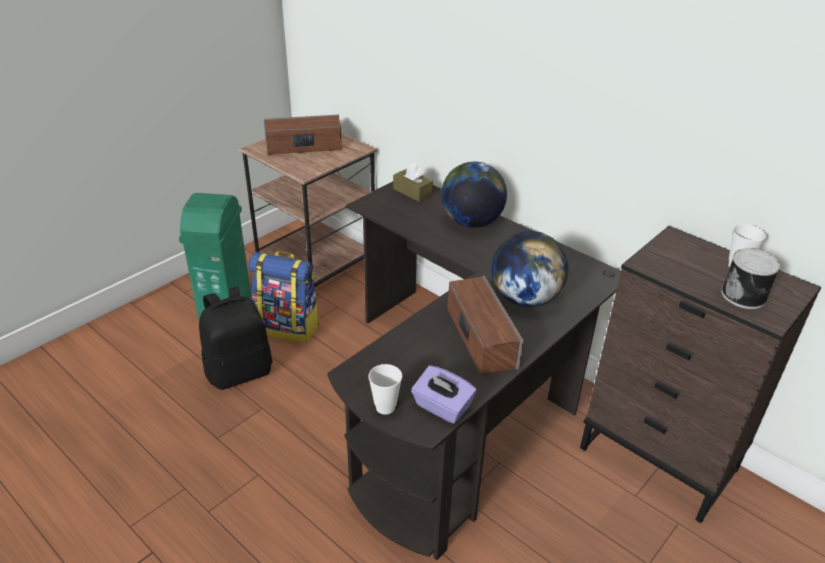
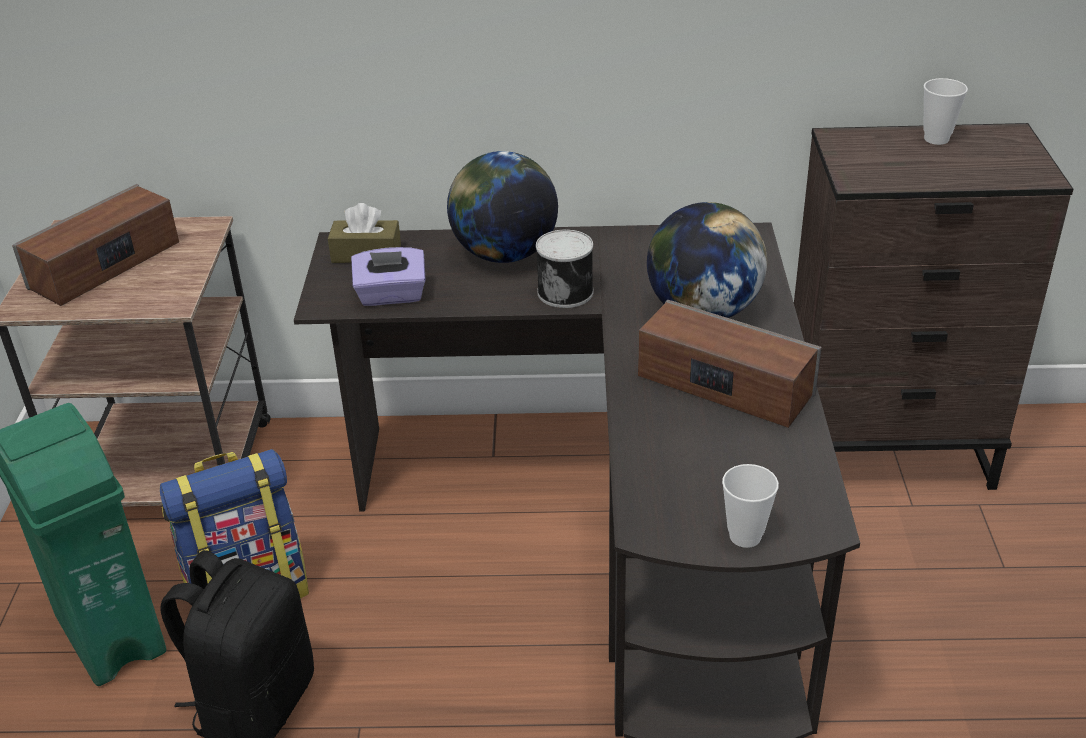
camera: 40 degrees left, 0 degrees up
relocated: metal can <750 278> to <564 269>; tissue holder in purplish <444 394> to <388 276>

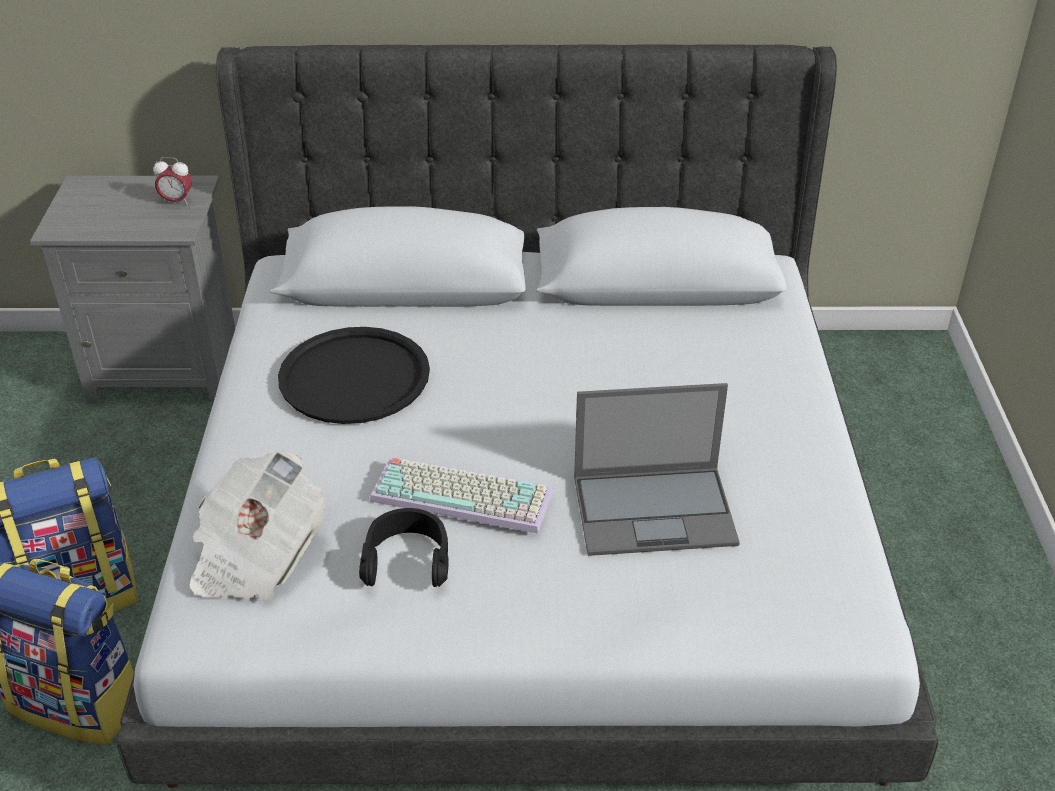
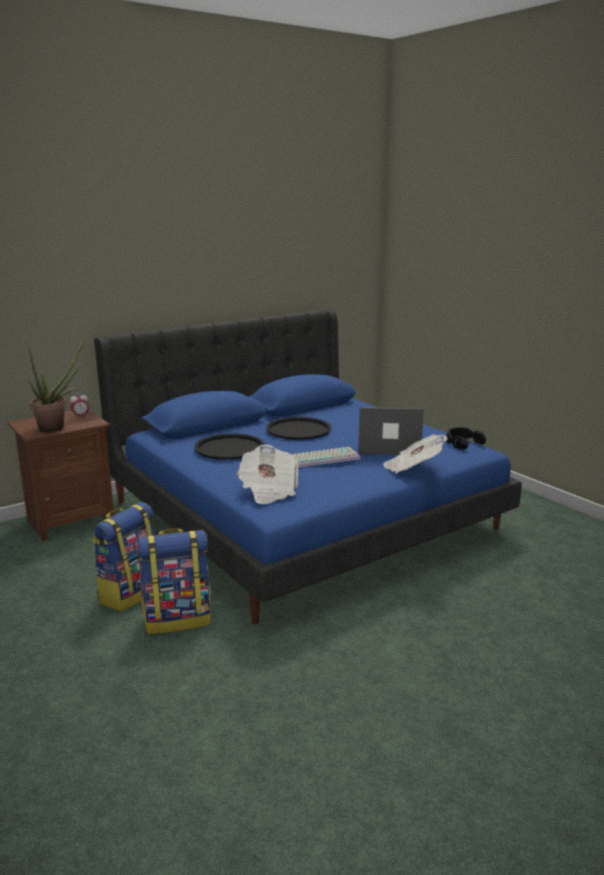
camera: 35 degrees left, 20 degrees down
appeared: potted plant <56 385>; tray in black-coloured <298 428>; printed paper <415 454>
relocated: headset in black-coloured <403 547> to <466 438>
colour: bedroom bed in gray <527 416> to bedroom bed in blue <308 467>; nightstand in gray <132 290> to nightstand in brown <60 475>
spun: laptop <657 469> = <391 431> 135 degrees counterclockwise

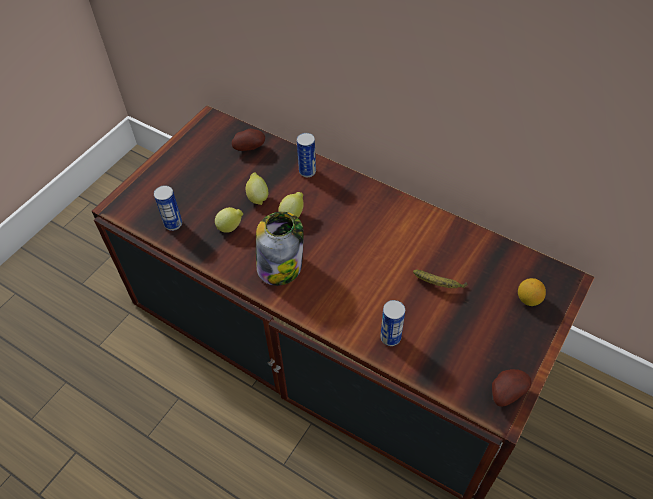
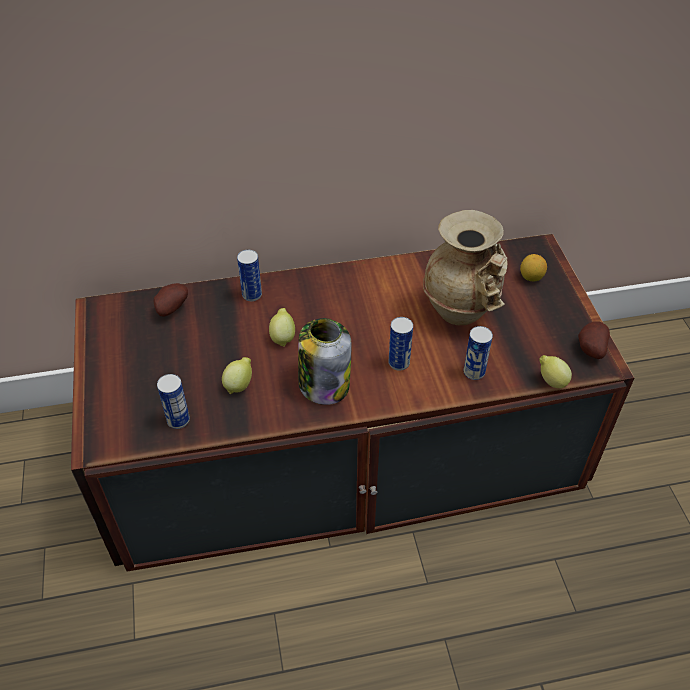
camera: 45 degrees left, 5 degrees down
appeared: metal can <400 344>
relocated: citrus fruit <257 189> to <555 371>
exchanged: banana fruit <440 279> to flower vase in beige-coloured <465 267>

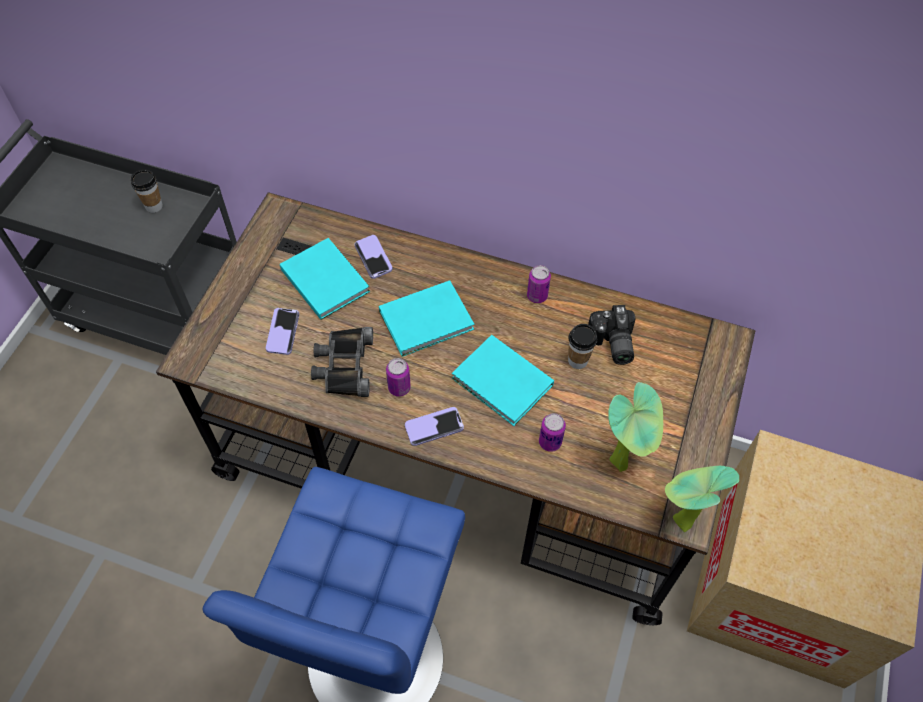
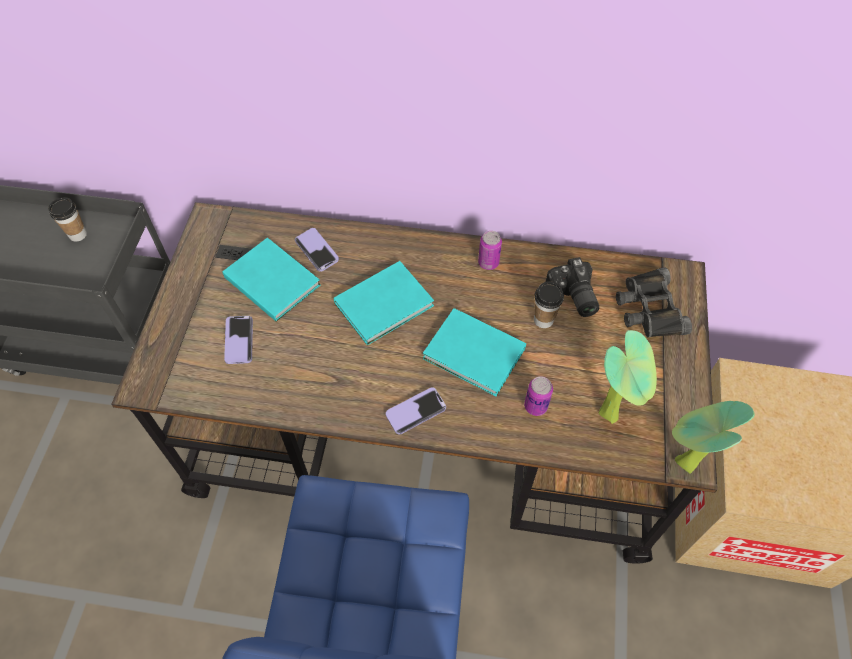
camera: 10 degrees left, 0 degrees up
missing: metal can <398 377>
relocated: field glasses in black-coloured <342 362> to <654 302>

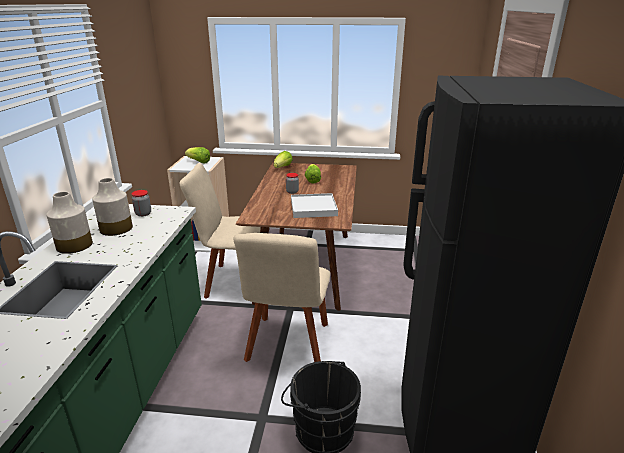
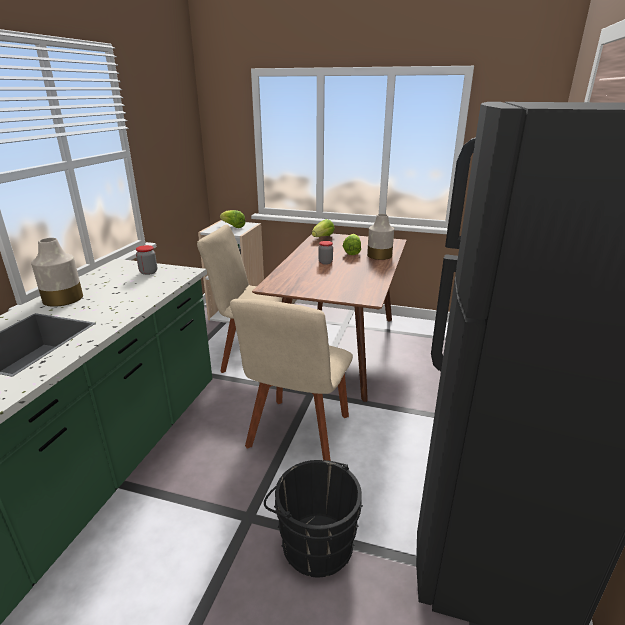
camera: 10 degrees right, 0 degrees up
missing: tray in white-coloured <314 205>
relocated: flower vase in beige-coloured <112 207> to <380 237>

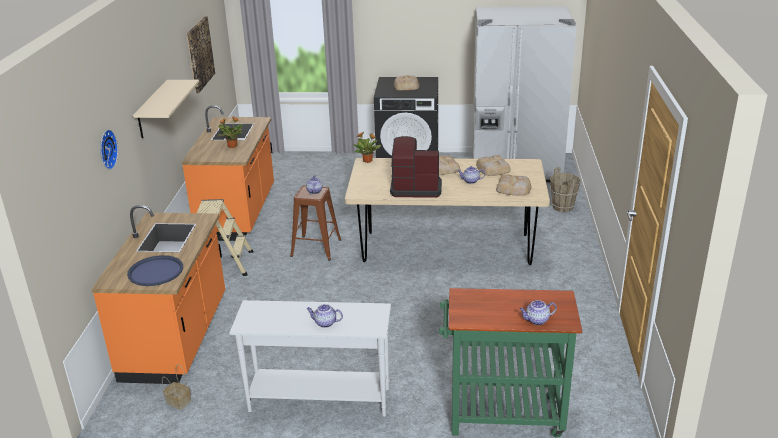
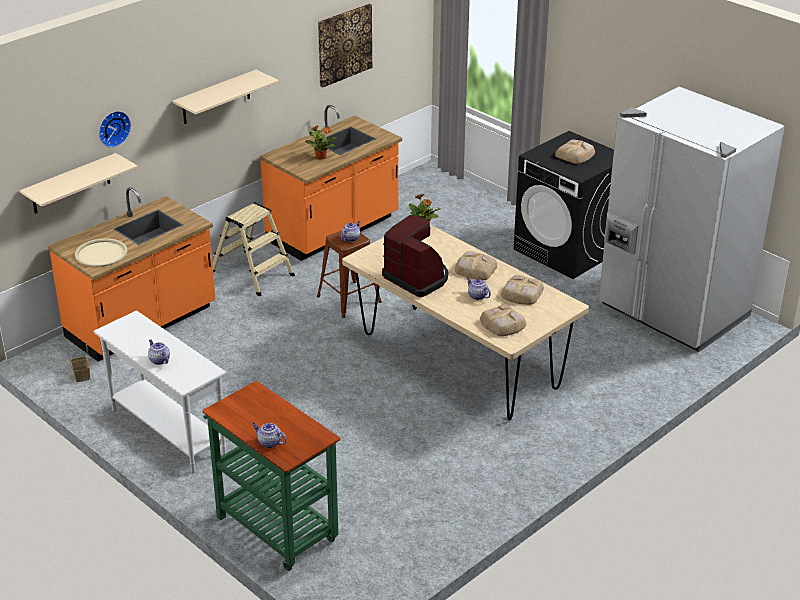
camera: 40 degrees right, 5 degrees up
missing: bucket in brown <565 189>
appeared: shelf in beige-coloured <79 183>
colour: tray in blue <155 270> to tray in beige-coloured <101 252>

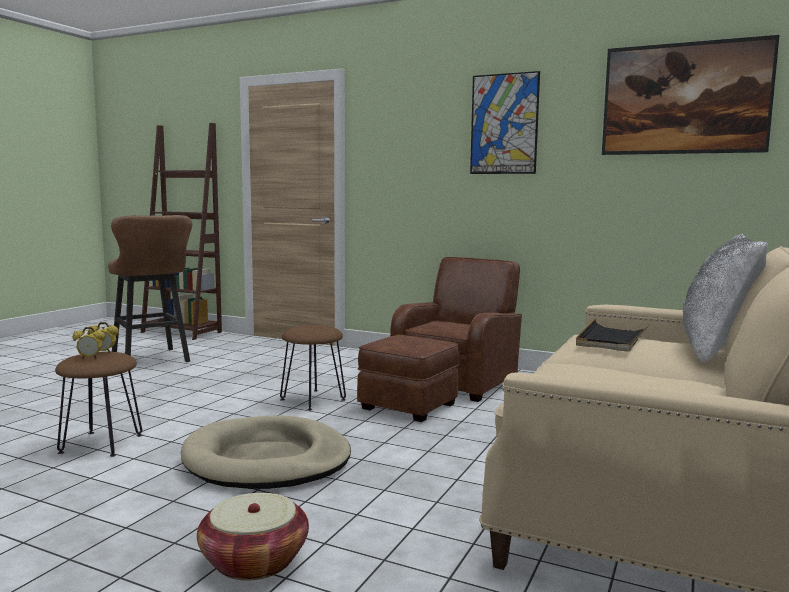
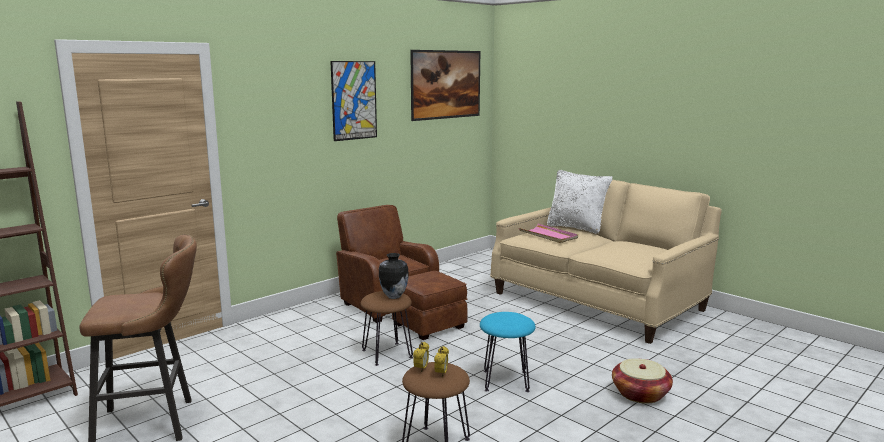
camera: 70 degrees left, 5 degrees up
appeared: flower vase <394 276>
exchanged: dog cushion in beige-coloured <266 452> to stool in turquoise-coloured <508 352>
colour: tray in black-coloured <613 335> to tray in pinkish <548 233>

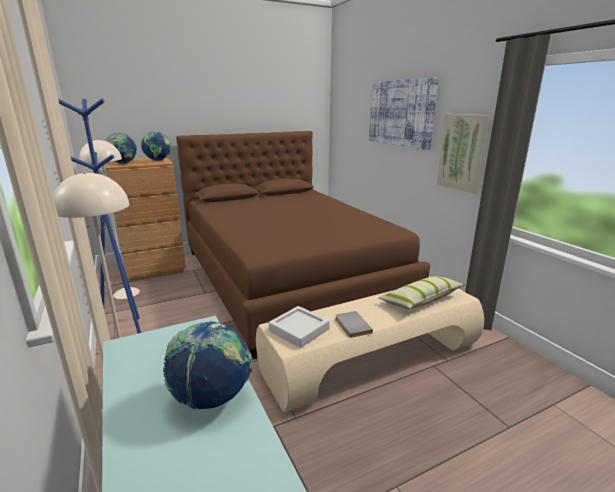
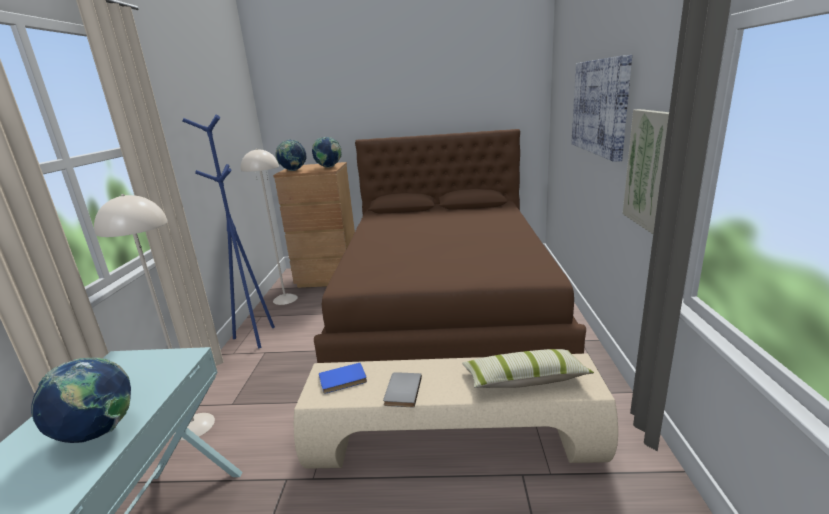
camera: 30 degrees right, 0 degrees up
exchanged: tray in gray <299 327> to volume in blue <343 378>

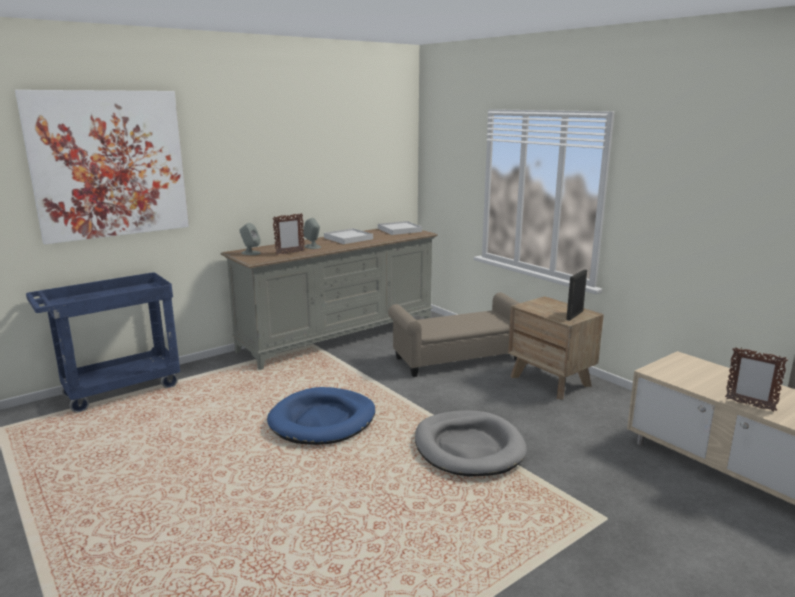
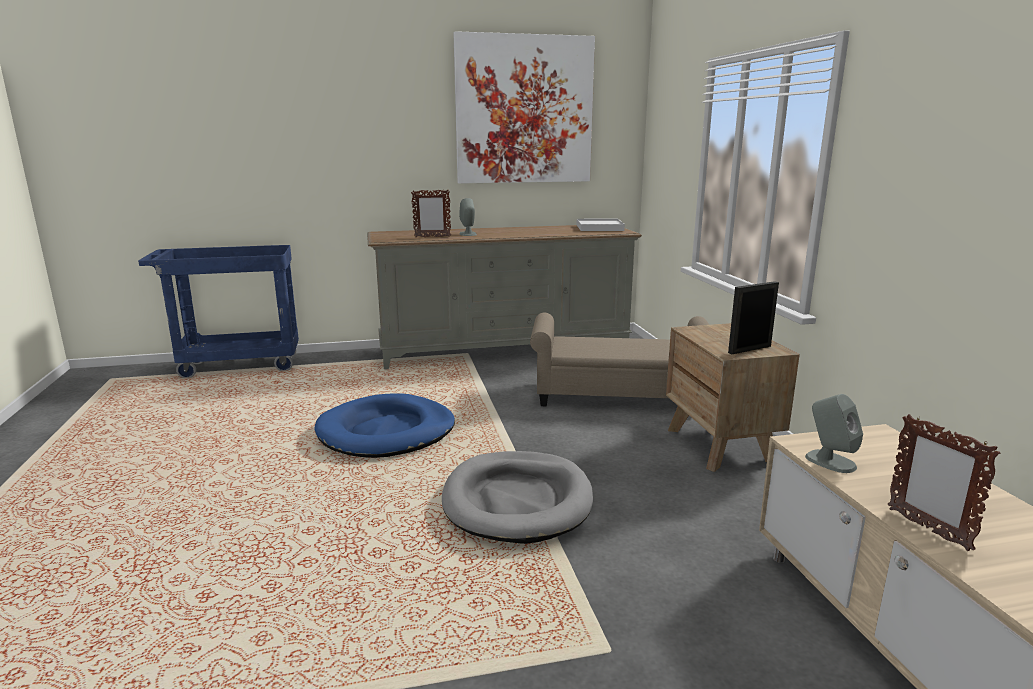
camera: 25 degrees right, 0 degrees up
missing: tray in white-coloured <348 236>
relocated: picture <102 167> to <524 107>; speaker in gray <250 239> to <834 433>

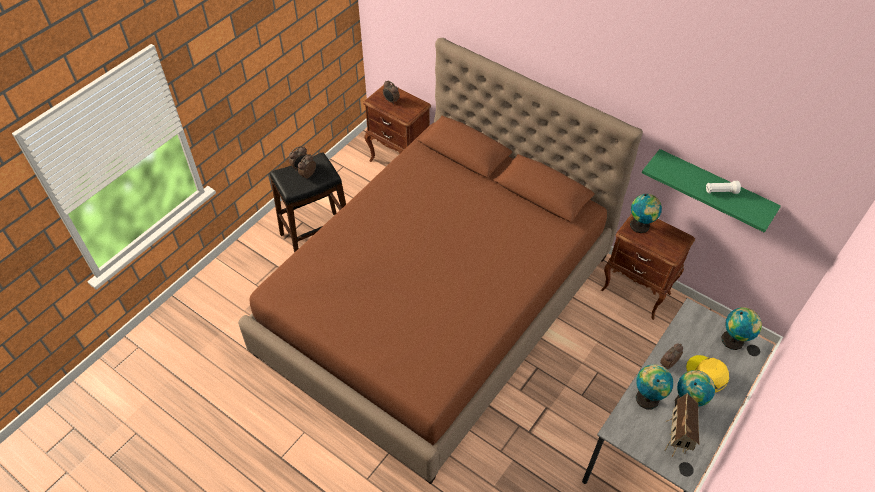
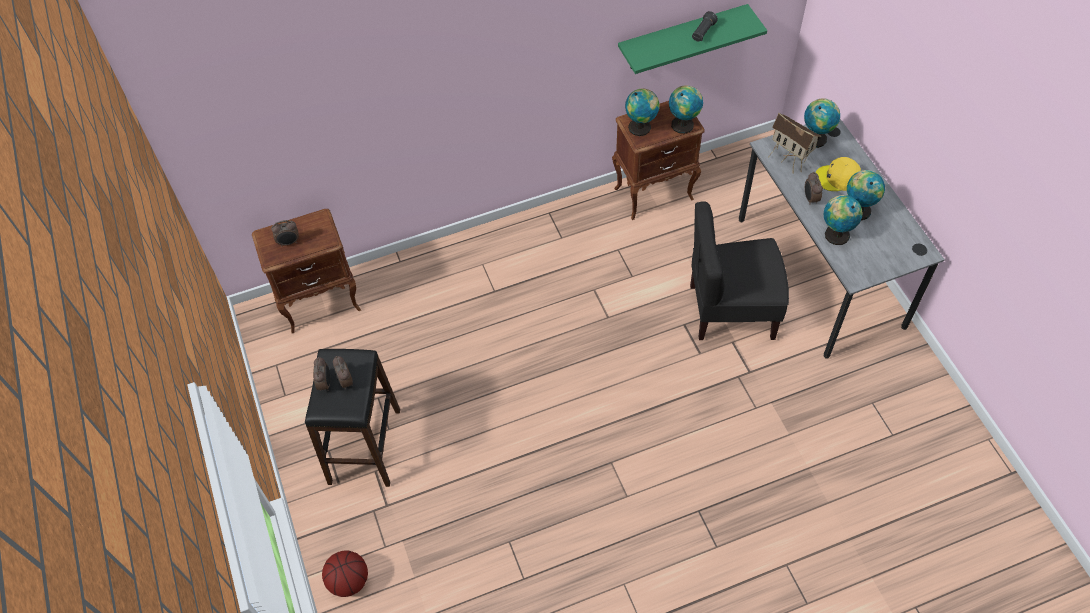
camera: 55 degrees left, 5 degrees up
missing: bedroom bed in brown <440 261>
appeared: world globe <686 109>; plain chair in black-coloured <739 270>; basketball ball <345 573>
relocated: miniature house <682 424> to <795 143>
colour: torch in white-coloured <723 187> to torch in black-coloured <705 26>

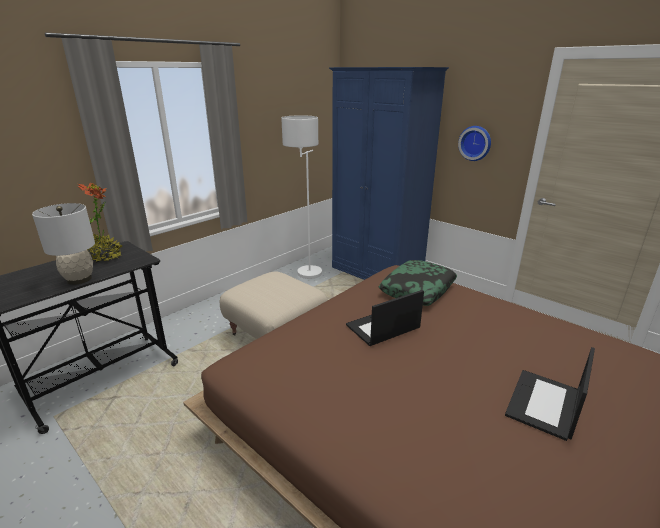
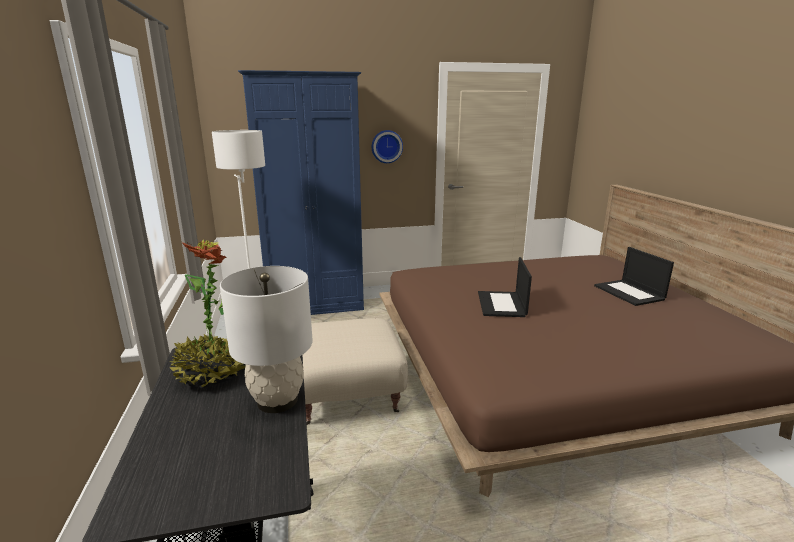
camera: 55 degrees left, 5 degrees down
missing: throw pillow <418 283>

